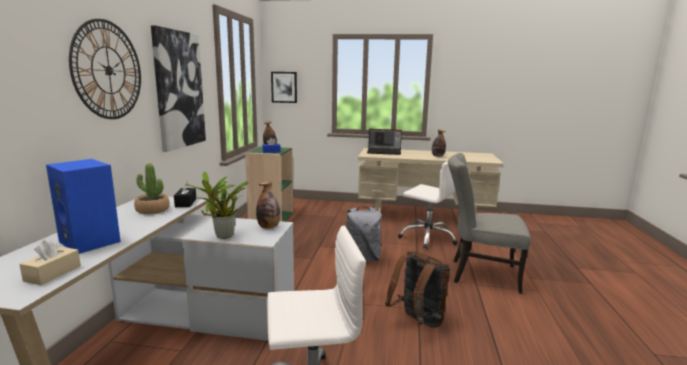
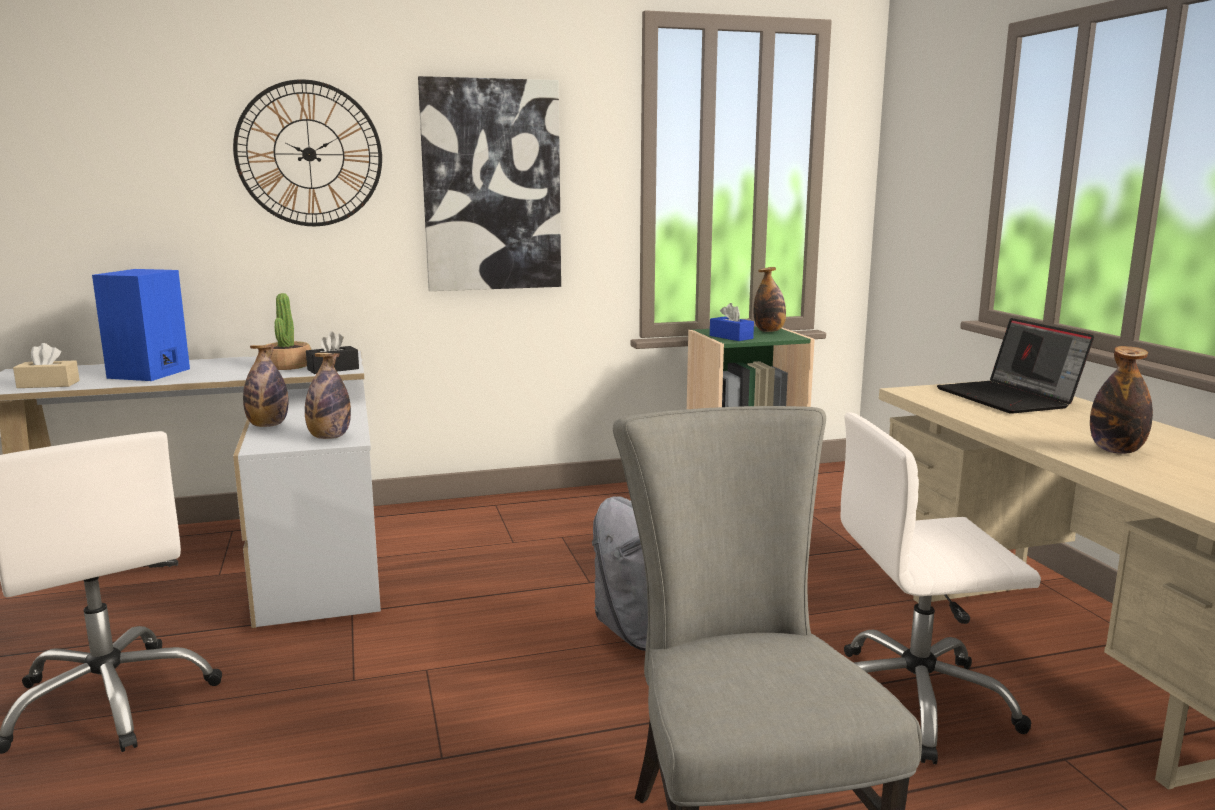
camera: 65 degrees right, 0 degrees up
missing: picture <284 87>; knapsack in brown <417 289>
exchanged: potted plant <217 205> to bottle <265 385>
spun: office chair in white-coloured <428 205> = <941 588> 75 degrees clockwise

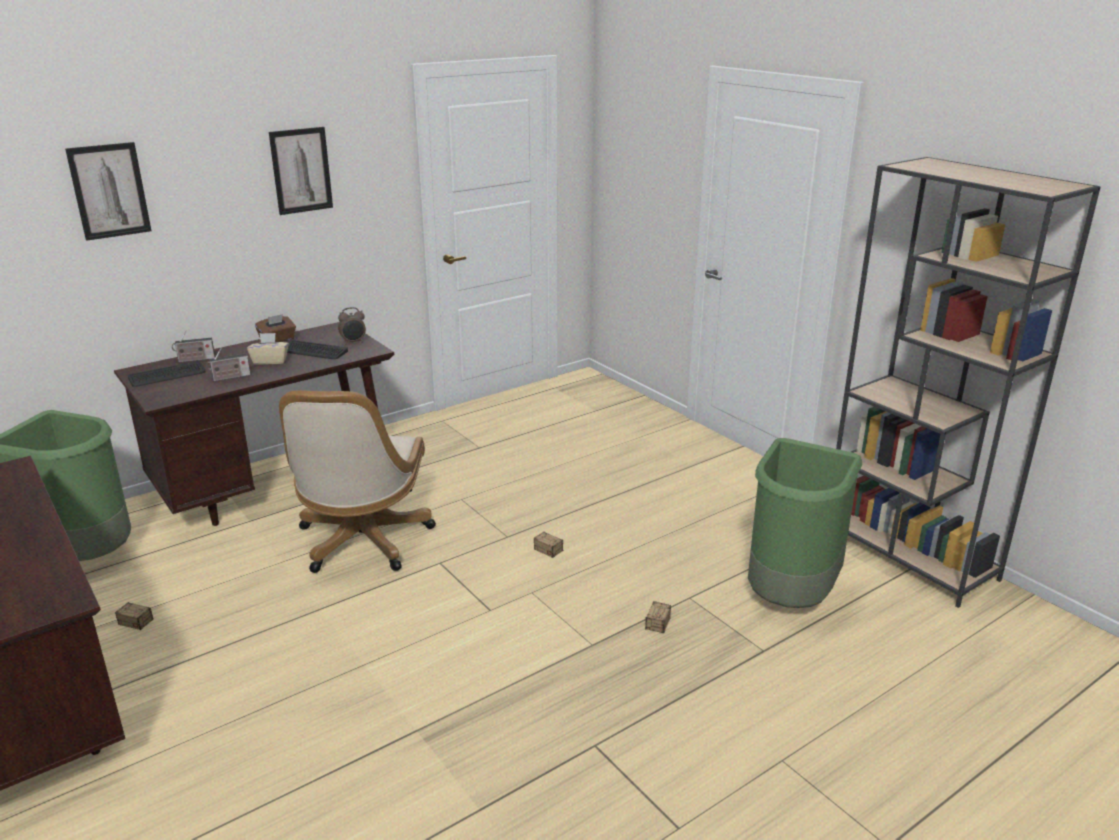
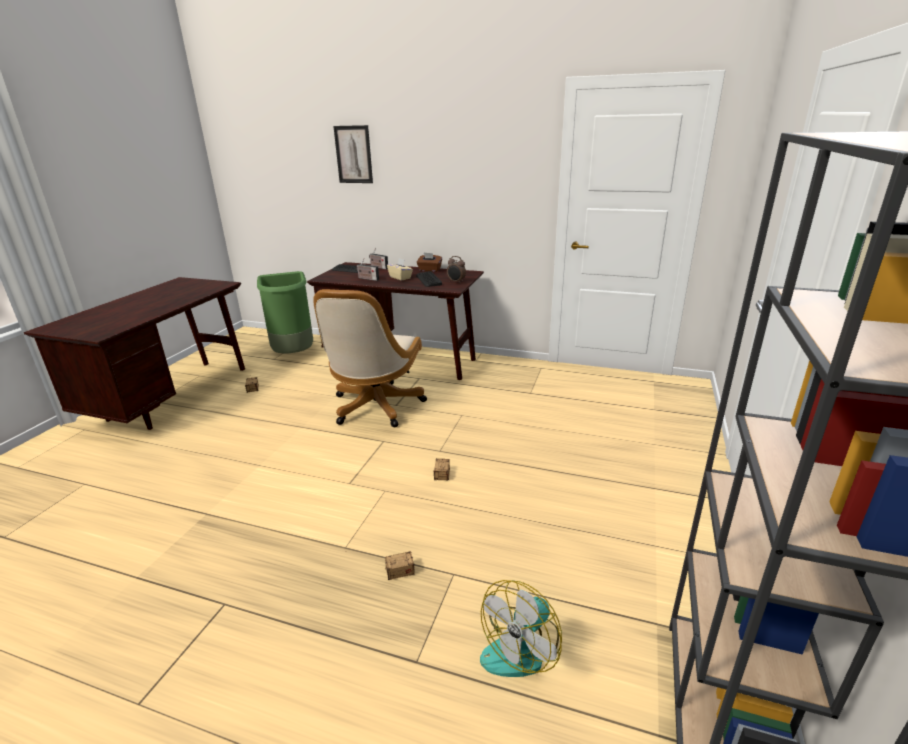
camera: 55 degrees right, 0 degrees up
missing: picture <301 171>
exchanged: rubbish bin in green-coloured <805 523> to cooling fan <521 628>
spun: office chair <357 481> = <370 358> 45 degrees counterclockwise

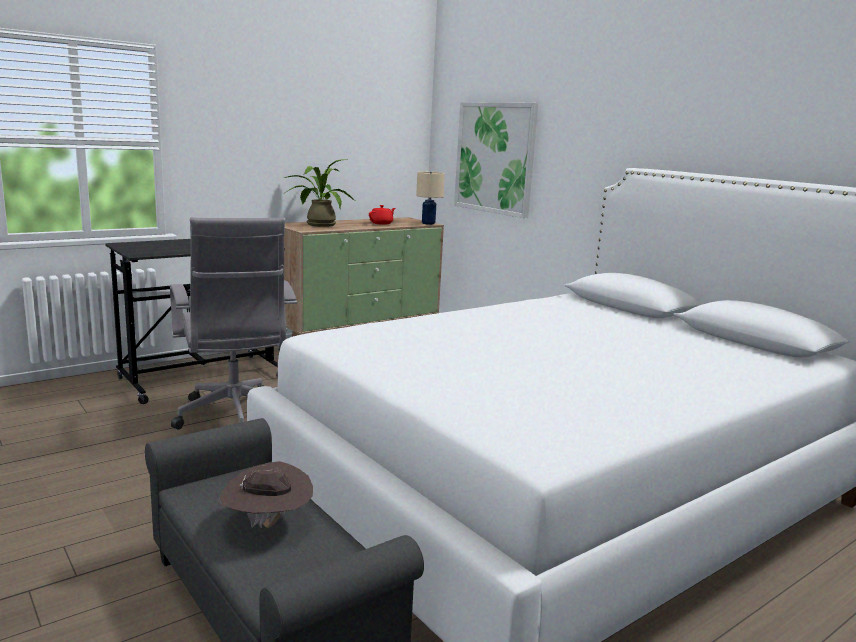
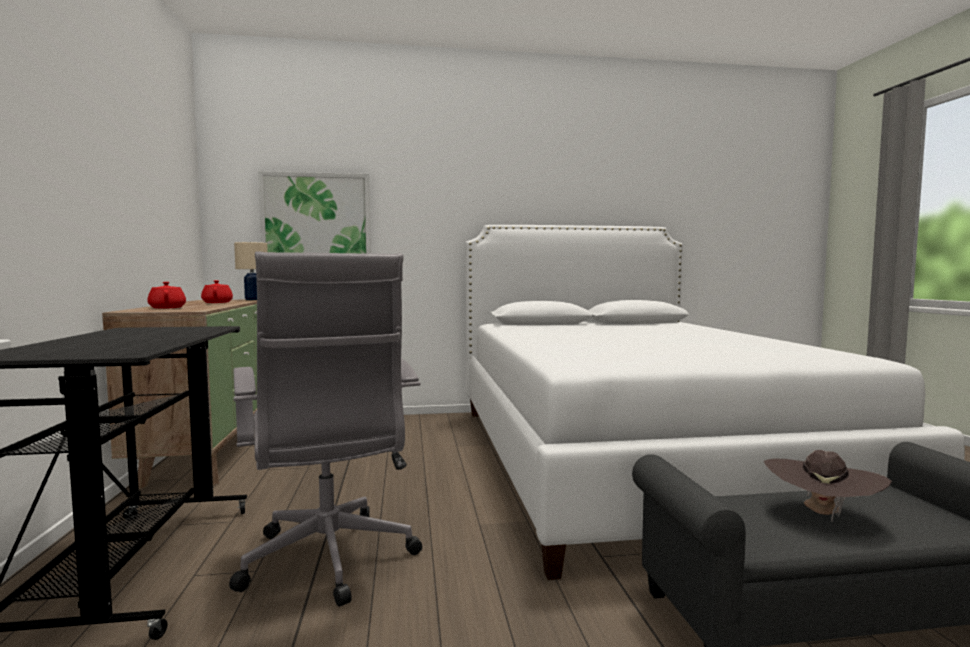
camera: 60 degrees left, 10 degrees down
exchanged: potted plant <318 193> to tea pot in red <166 295>
spun: office chair in gray <233 323> = <325 429> 60 degrees clockwise

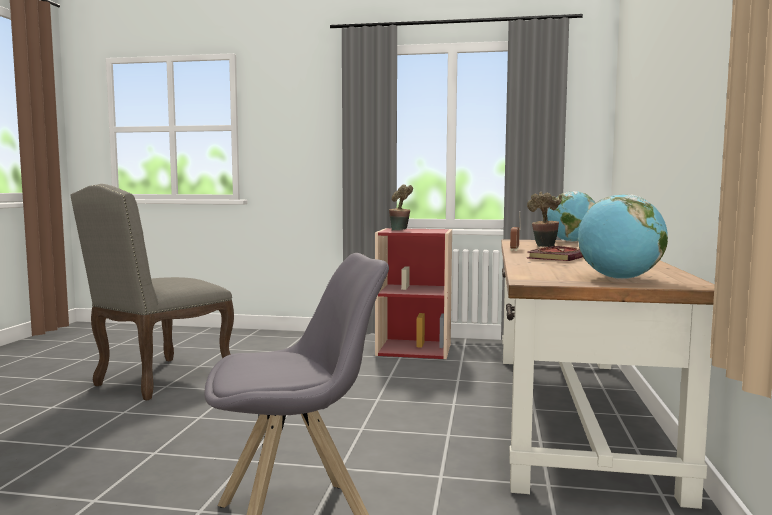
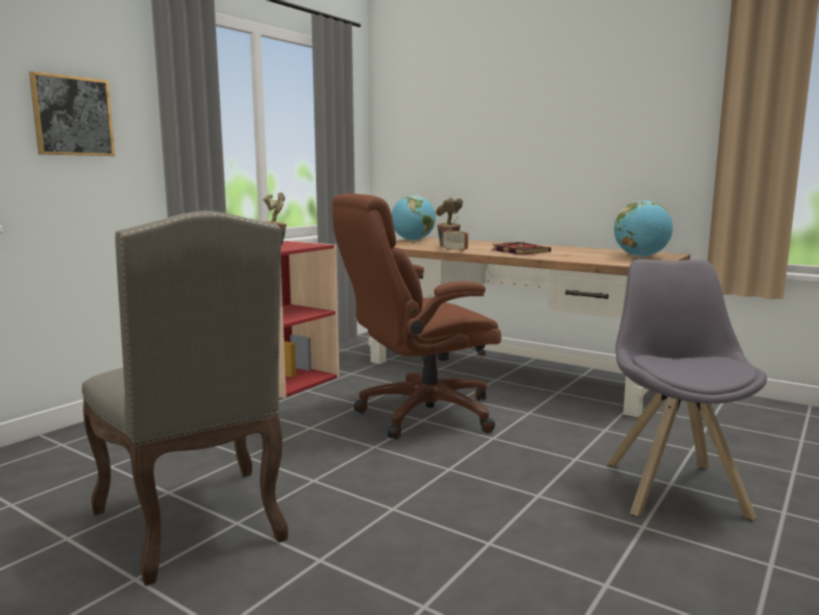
camera: 65 degrees left, 5 degrees up
appeared: picture <72 113>; office chair in brown <416 316>

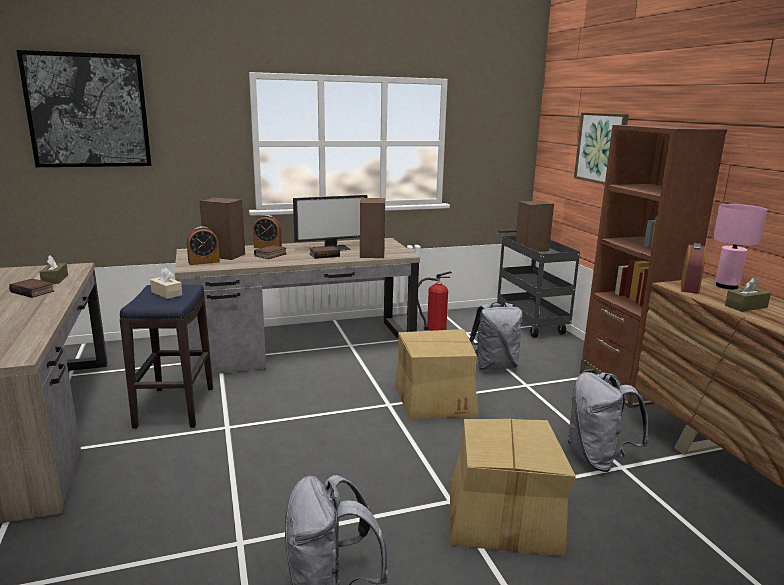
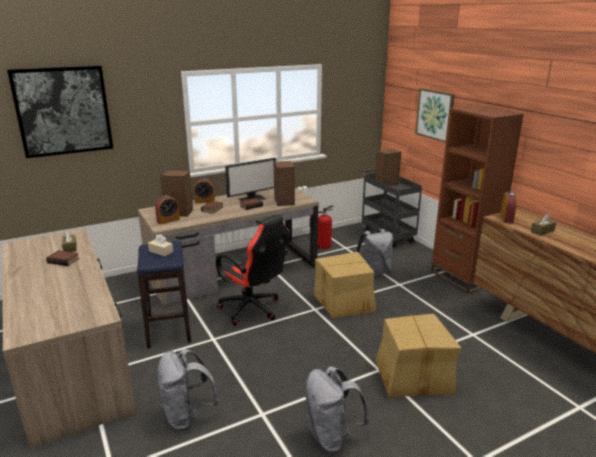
camera: 10 degrees left, 5 degrees up
missing: tabletop lamp in pinkish <740 246>
appeared: office chair in black-coloured <253 270>
relocated: knapsack in gray <608 422> to <188 389>

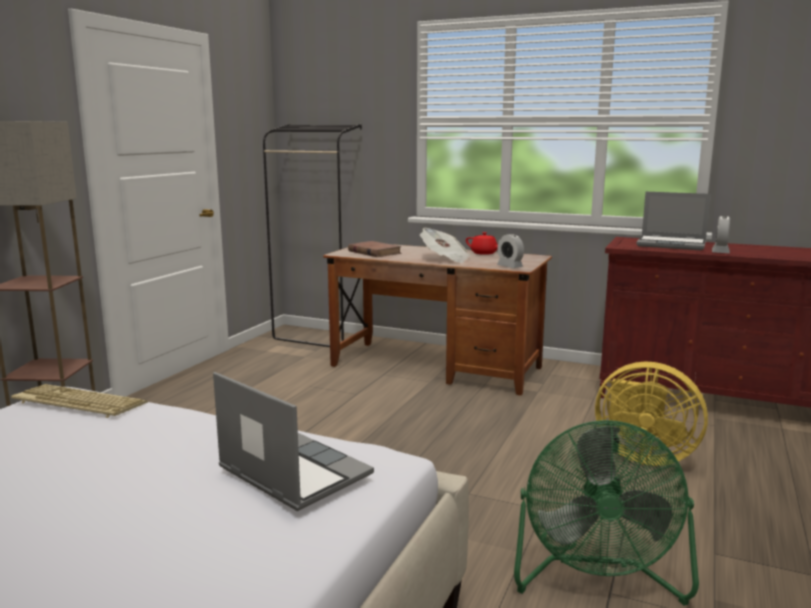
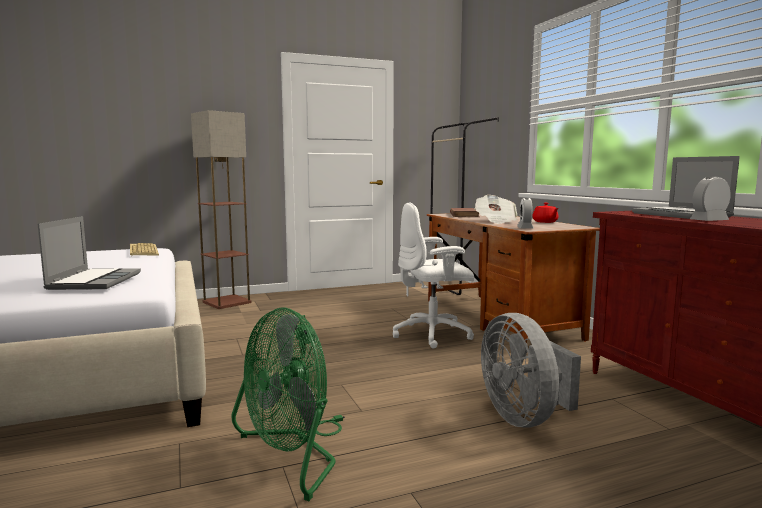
camera: 45 degrees right, 5 degrees down
appeared: office chair in white-coloured <433 275>
colour: cooling fan in yellow <651 413> to cooling fan in gray <531 370>

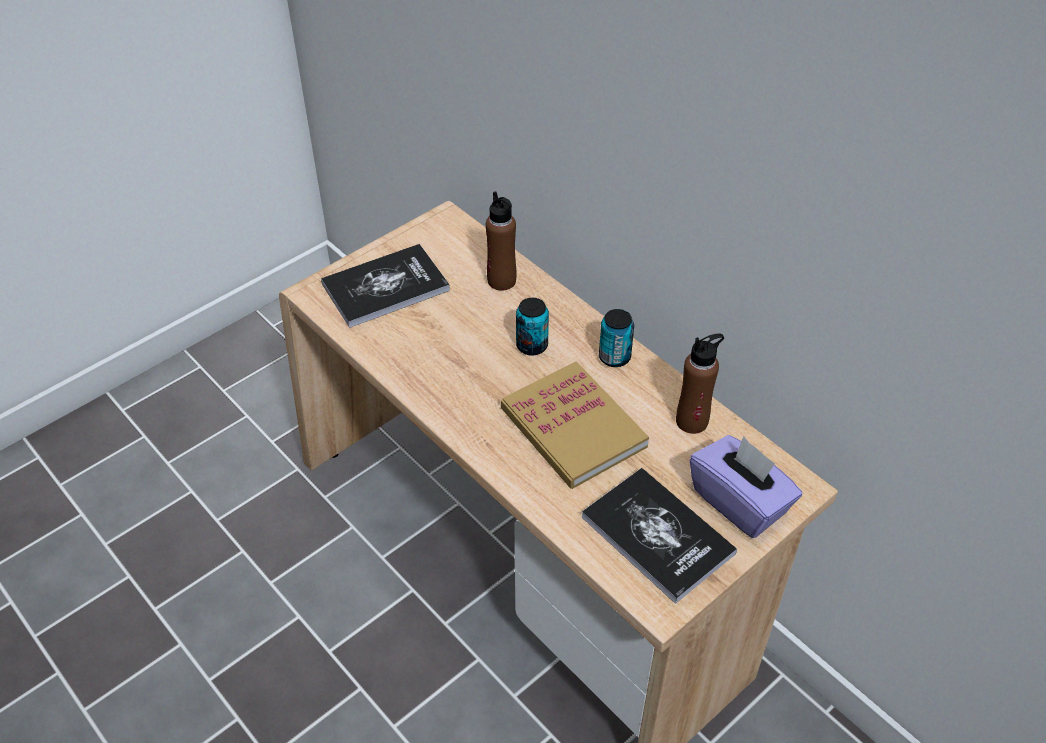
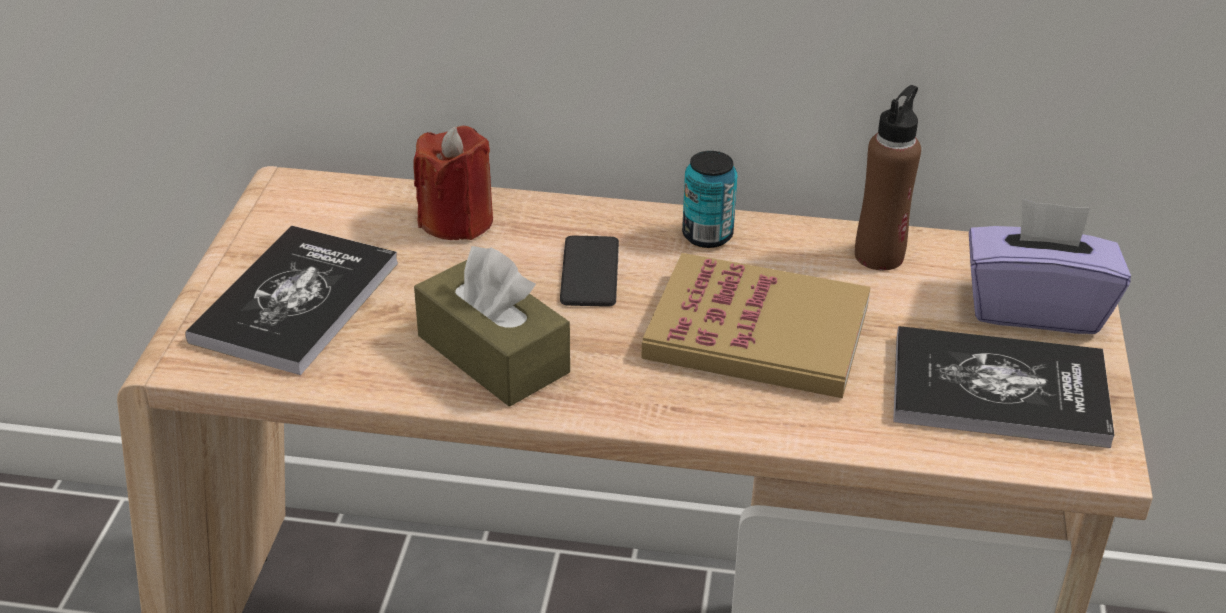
camera: 40 degrees left, 10 degrees down
appeared: tissue holder in brown <492 326>
exchanged: bottle in brown <501 241> to candle in red <453 183>; metal can <532 327> to telephone <589 271>

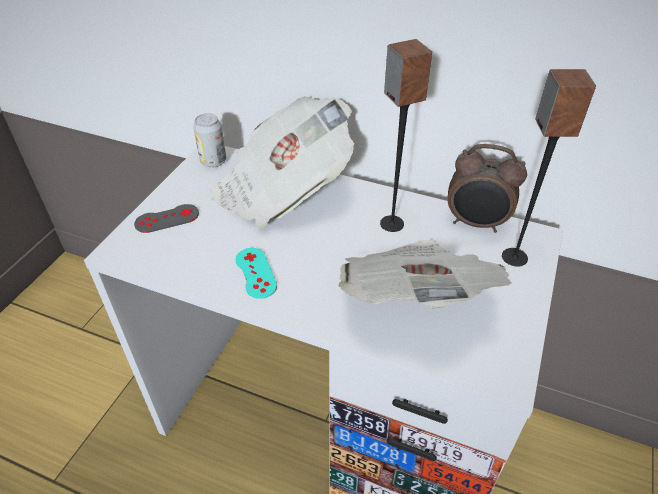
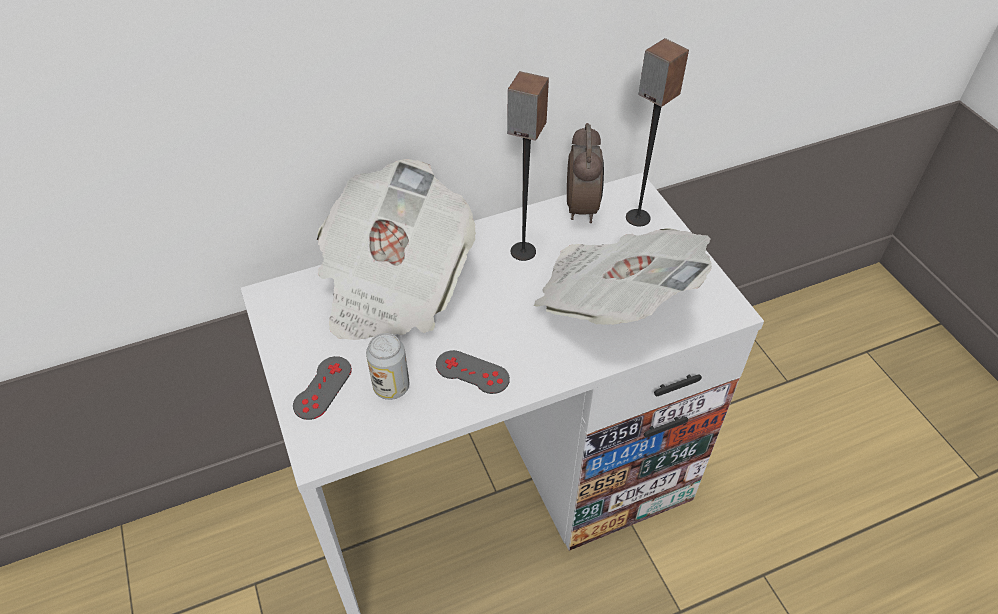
camera: 45 degrees left, 5 degrees up
relocated: metal can <209 140> to <387 366>
colour: joypad in turquoise-coloured <256 273> to joypad in gray <473 372>
spun: table clock <487 188> = <585 173> 60 degrees counterclockwise

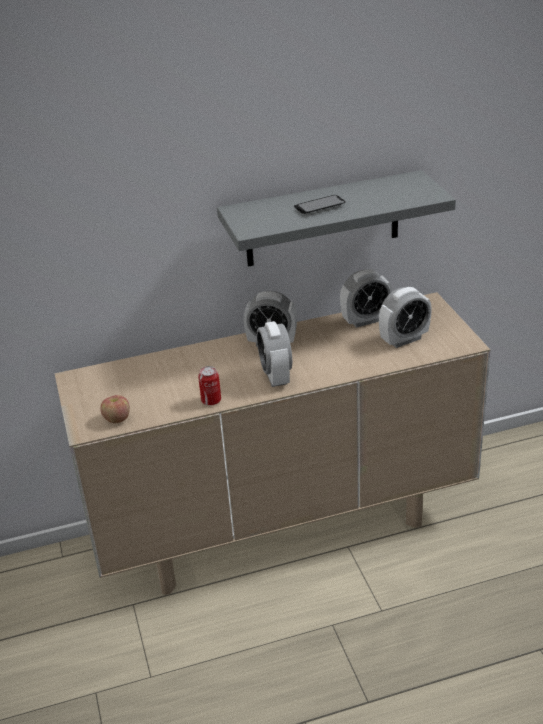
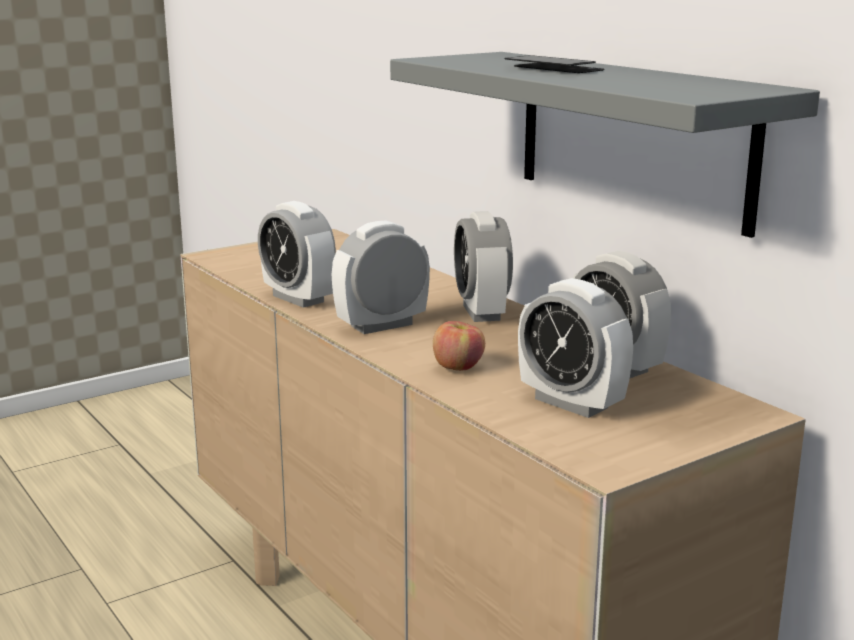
camera: 70 degrees right, 15 degrees down
relocated: apple fruit <115 409> to <459 346>
exchanged: metal can <209 385> to table clock <297 254>

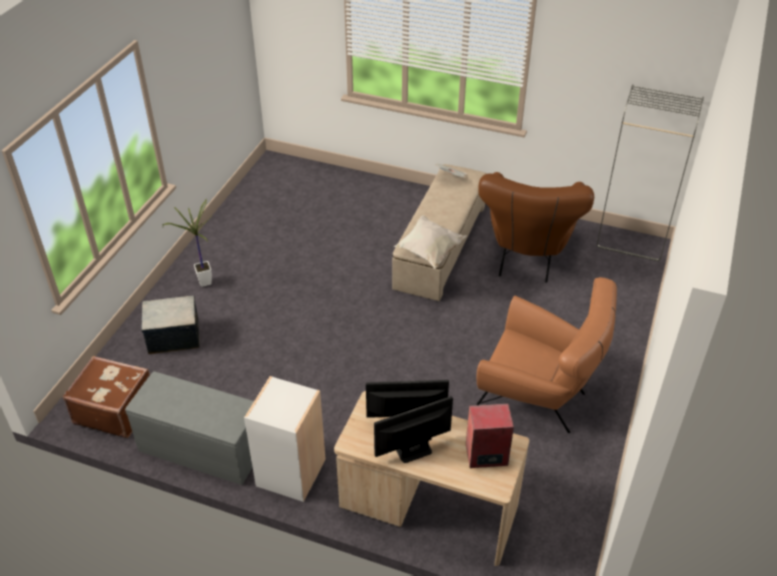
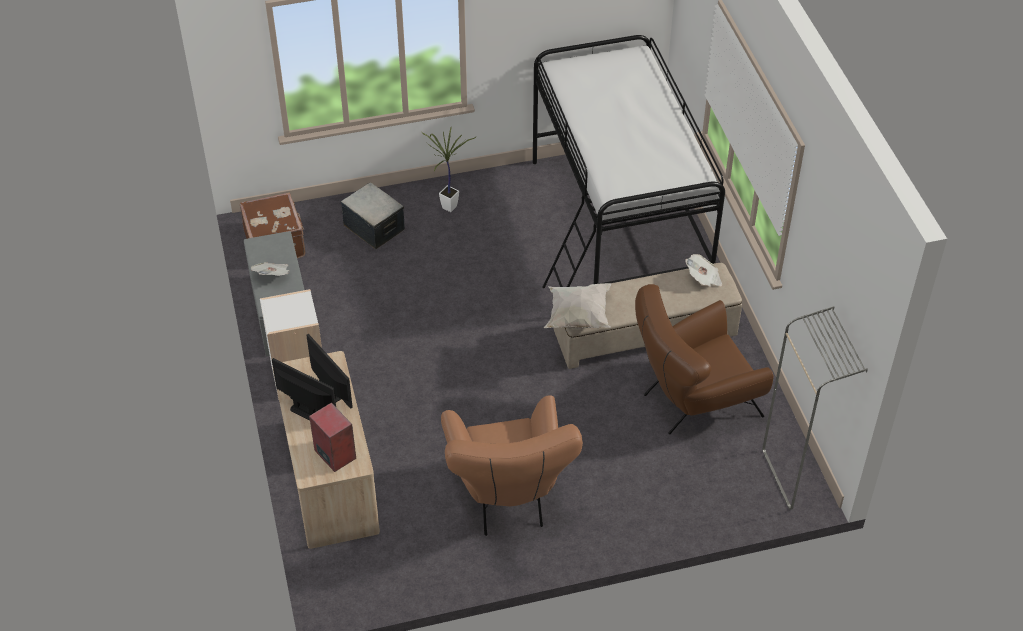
camera: 55 degrees right, 5 degrees up
appeared: bedroom bed in black-coloured <629 161>; printed paper <270 269>

